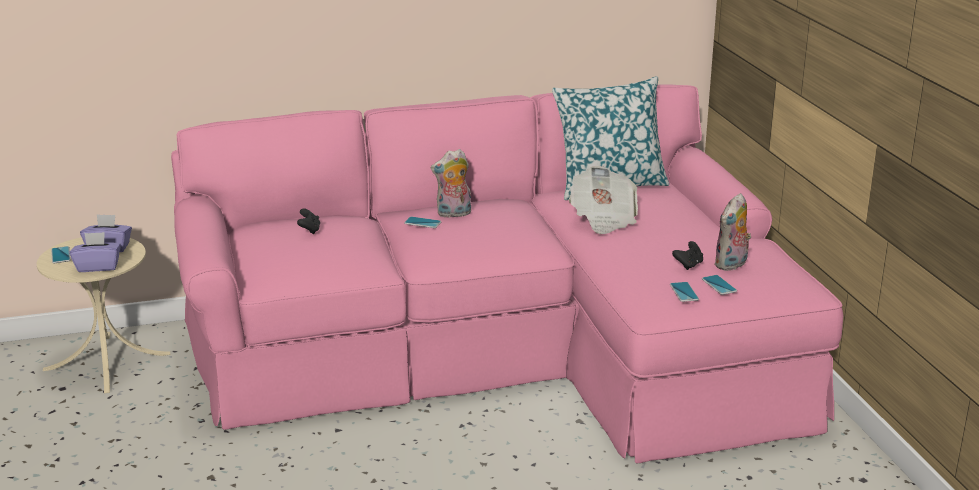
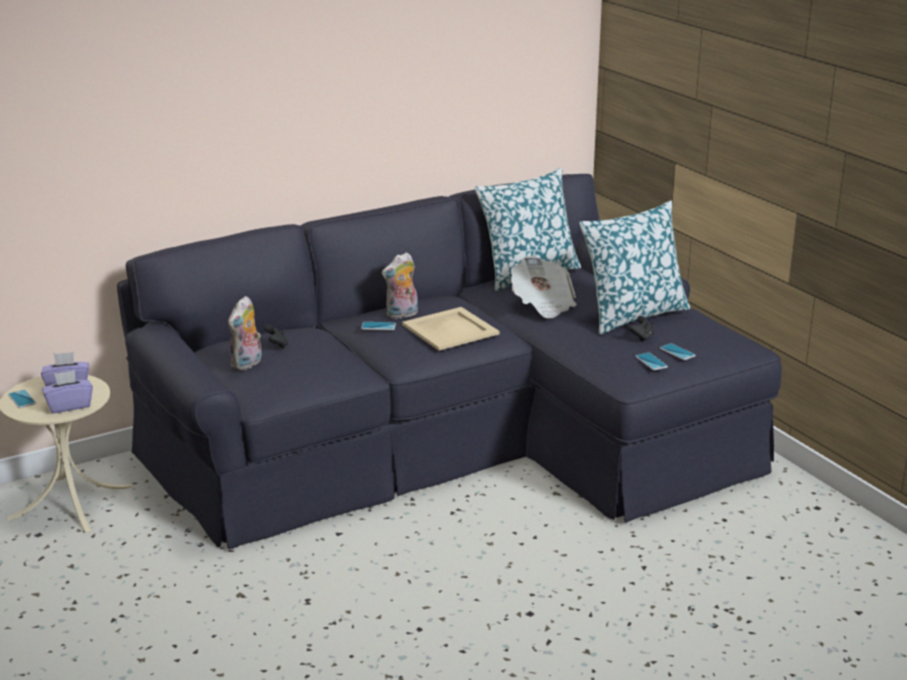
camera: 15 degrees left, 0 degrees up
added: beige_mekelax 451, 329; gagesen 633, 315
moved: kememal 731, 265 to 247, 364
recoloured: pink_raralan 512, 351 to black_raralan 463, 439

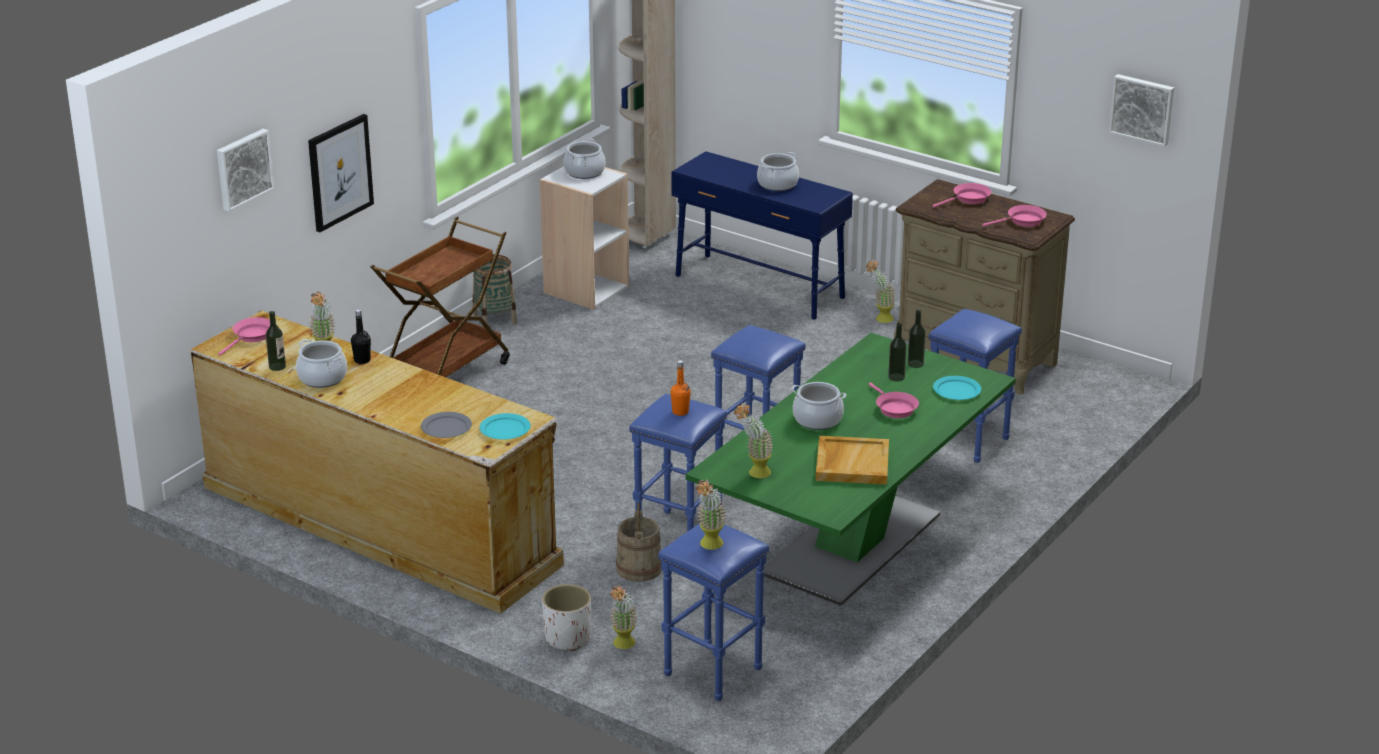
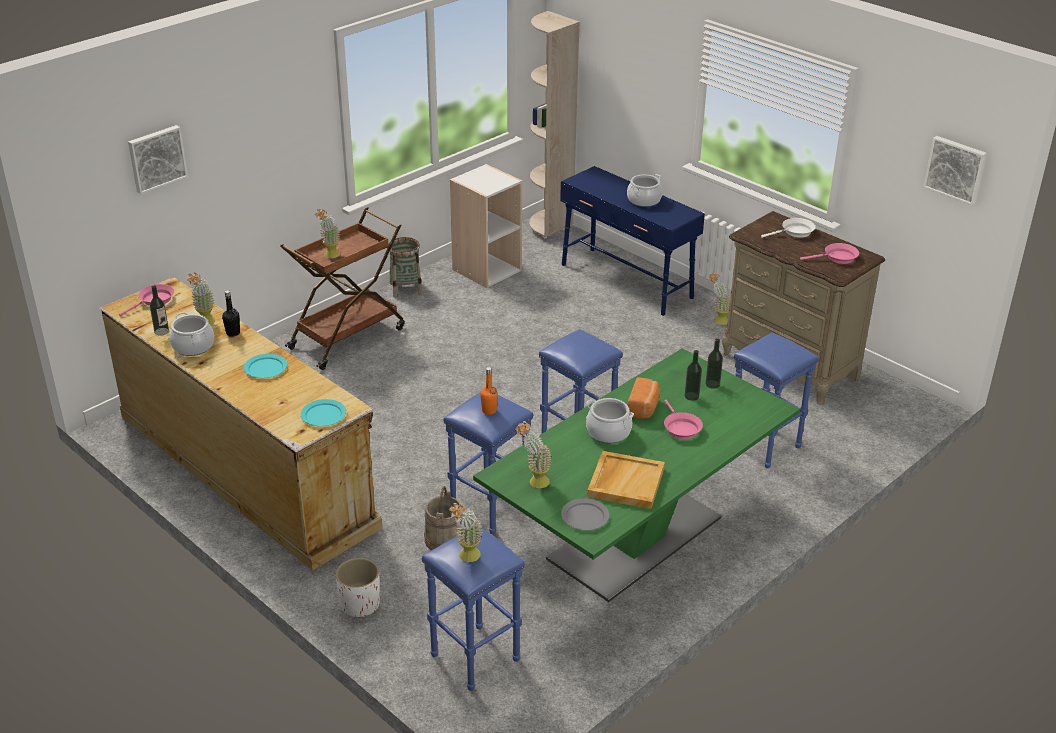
camera: 10 degrees right, 5 degrees up
removed: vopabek 339, 172; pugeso 584, 172
added: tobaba 644, 408
moved: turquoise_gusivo 956, 390 to 265, 368; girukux 623, 646 to 330, 256; grey_gusivo 446, 428 to 584, 517
recoloured: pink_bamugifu 968, 199 to white_bamugifu 795, 232

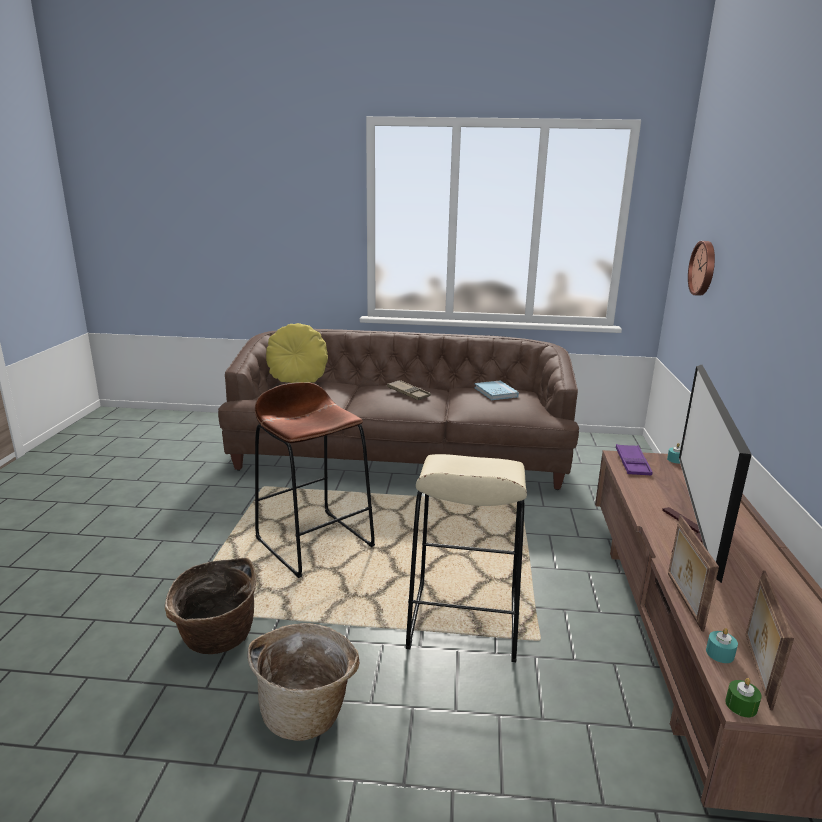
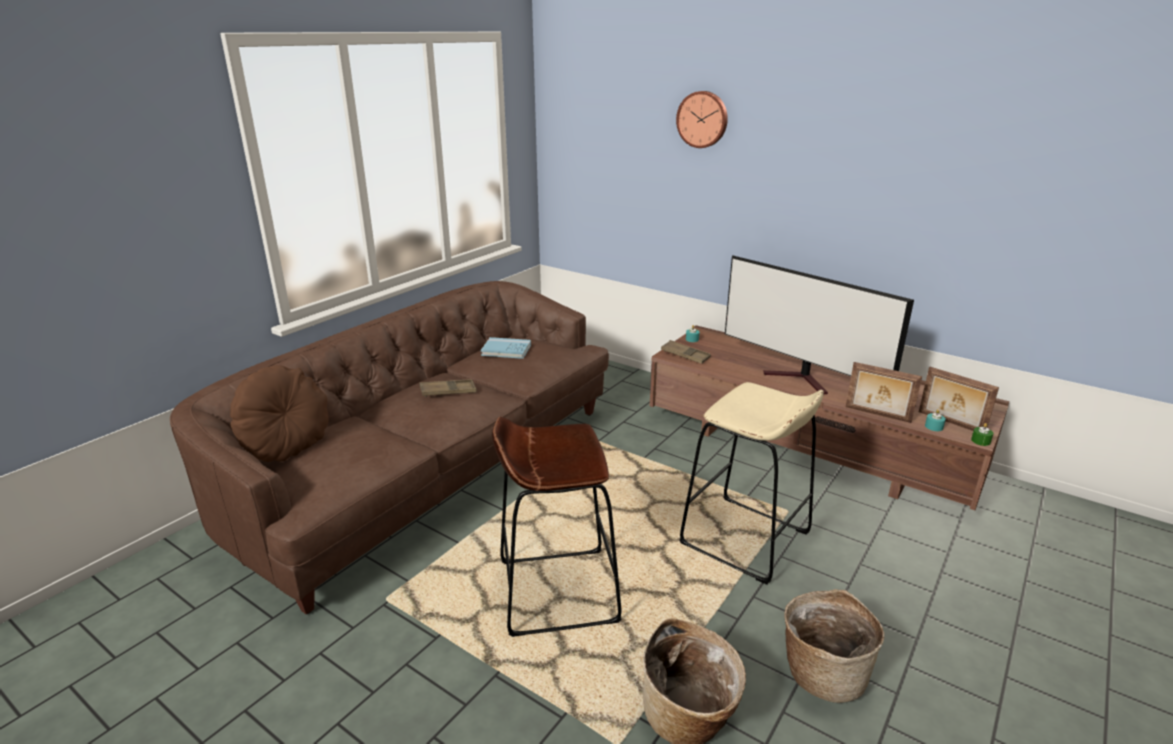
camera: 60 degrees left, 5 degrees up
moved: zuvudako 704, 268 to 703, 119
recoloured: yellow_gagesen 298, 381 to brown_gagesen 288, 449; purple_mekelax 632, 463 to brown_mekelax 685, 355

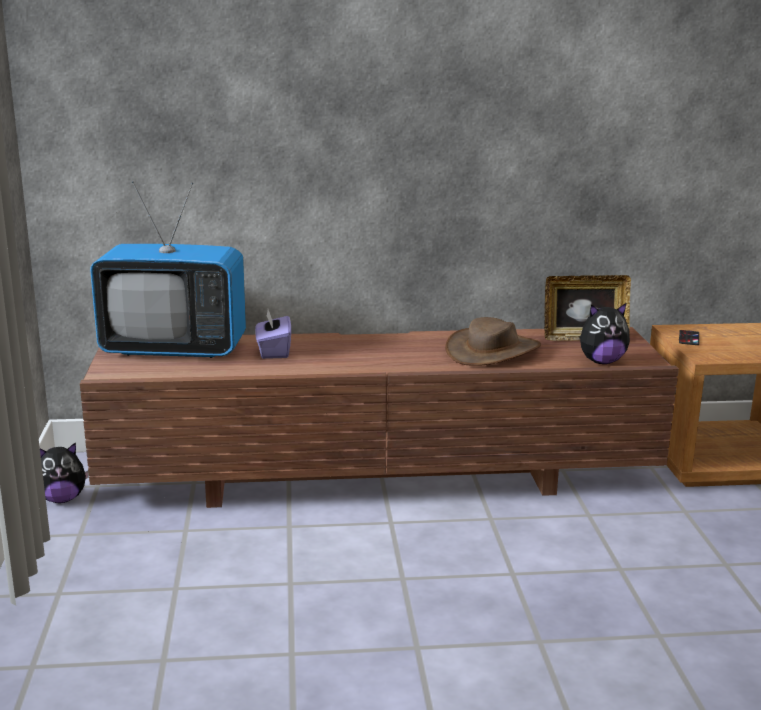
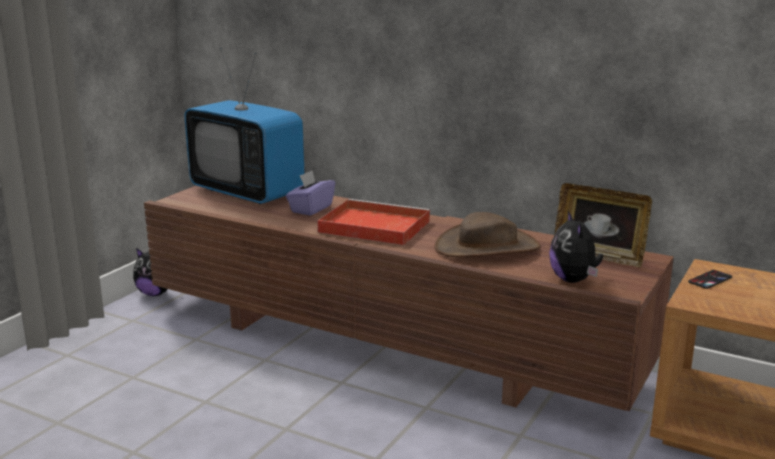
camera: 35 degrees right, 0 degrees up
added: red_mekelax 372, 226
turned: kememal 601, 361 = 574, 280 60 degrees clockwise

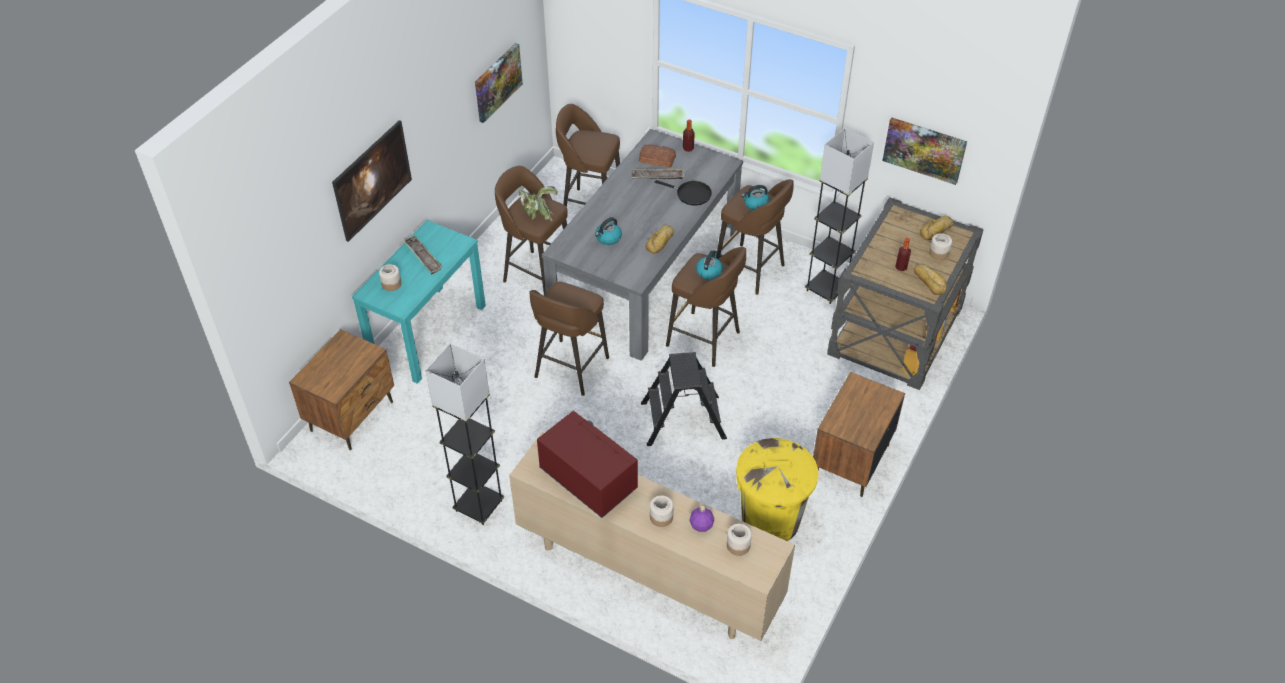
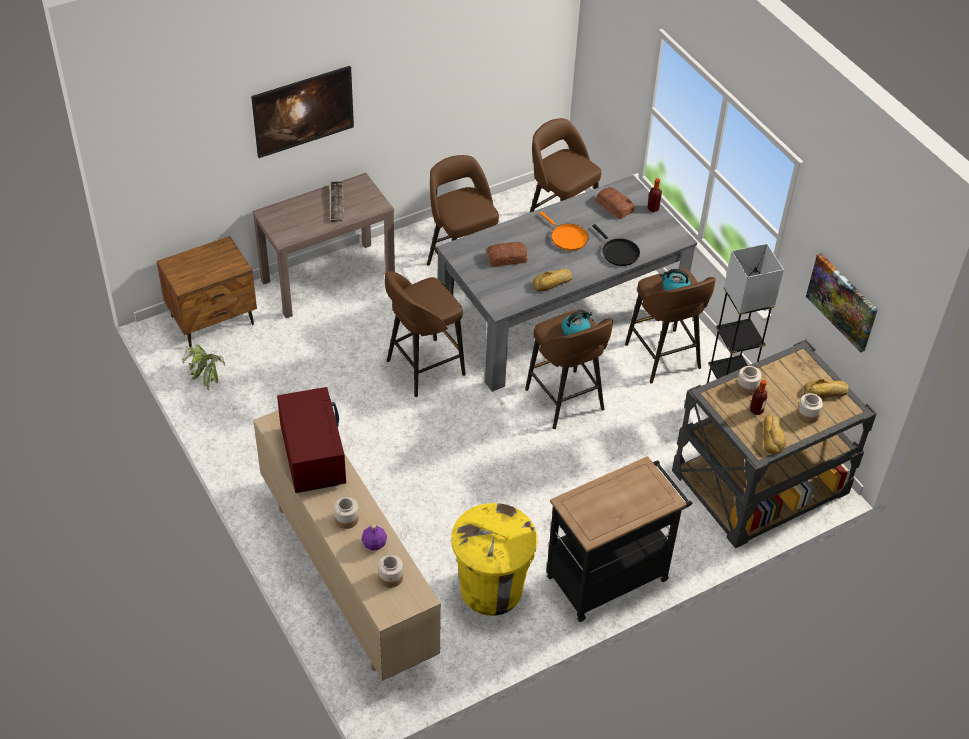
camera: 30 degrees right, 0 degrees up
removed: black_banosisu 479, 506; vopabek 497, 82; mekelax 657, 176; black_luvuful 683, 420
added: orange_bamugifu 567, 237
moved: girukux 537, 214 to 207, 376; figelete 391, 284 to 746, 387
replaced: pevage 608, 238 to tobaba 507, 258; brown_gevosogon 850, 461 to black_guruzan 610, 577
recoloured: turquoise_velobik 428, 332 to brown_velobik 328, 279

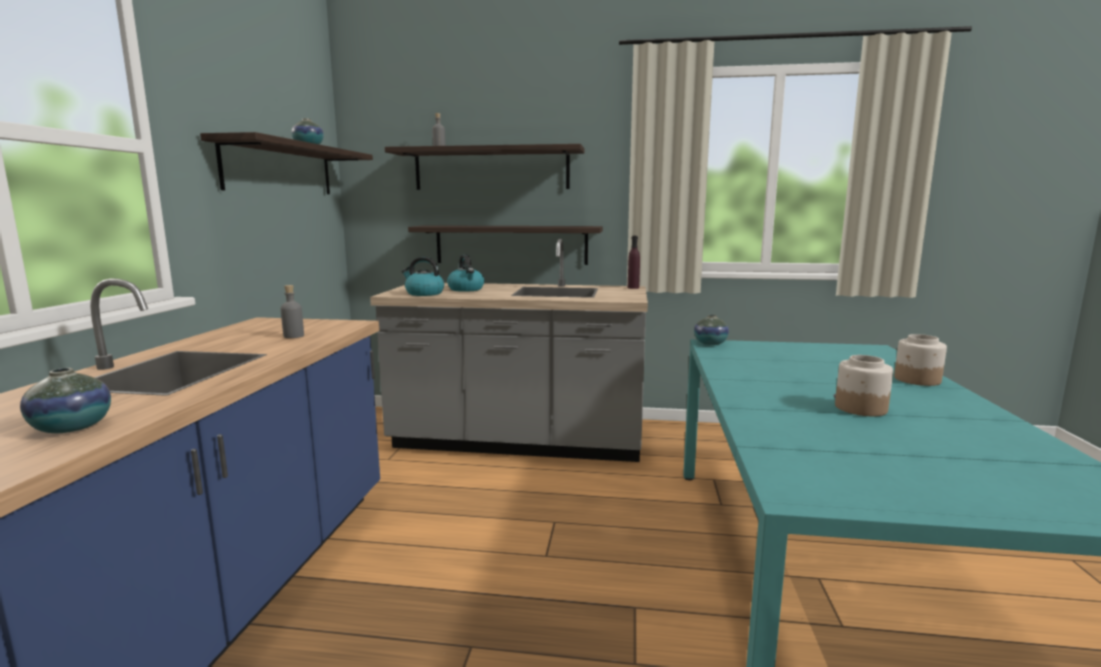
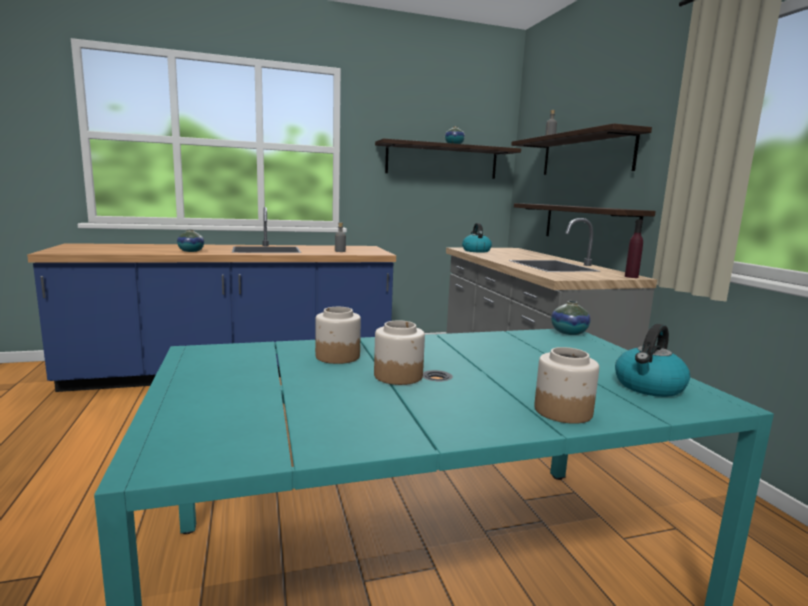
camera: 65 degrees right, 0 degrees up
added: figelete 337, 356
moved: pevage 466, 289 to 649, 387

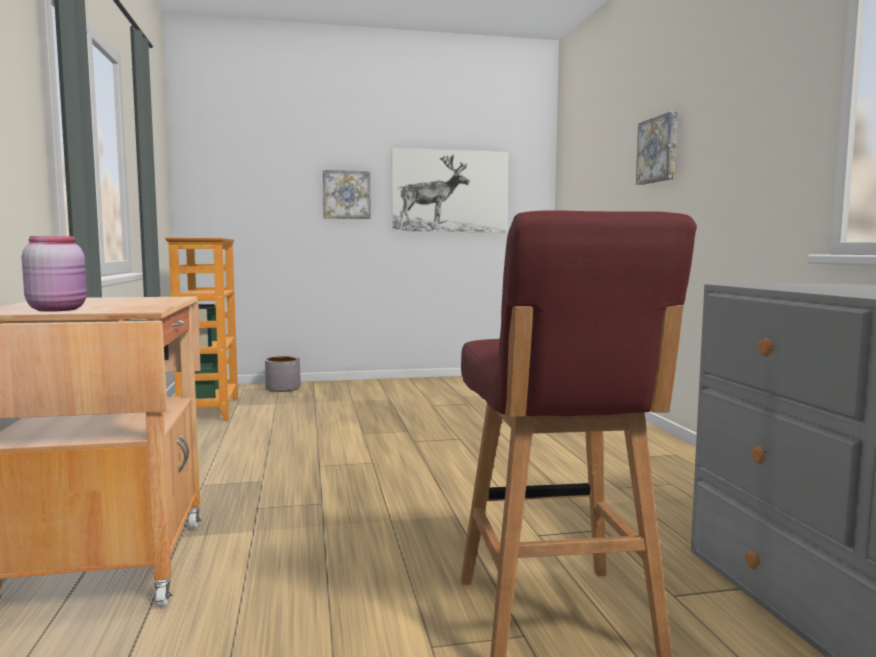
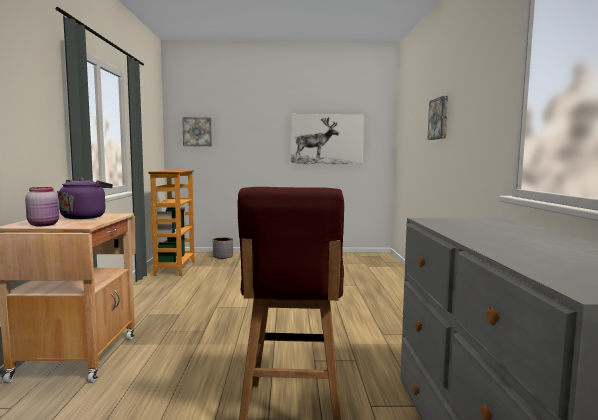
camera: 10 degrees right, 0 degrees up
added: purple_pevage 85, 217
moved: vopabek 346, 195 to 197, 132

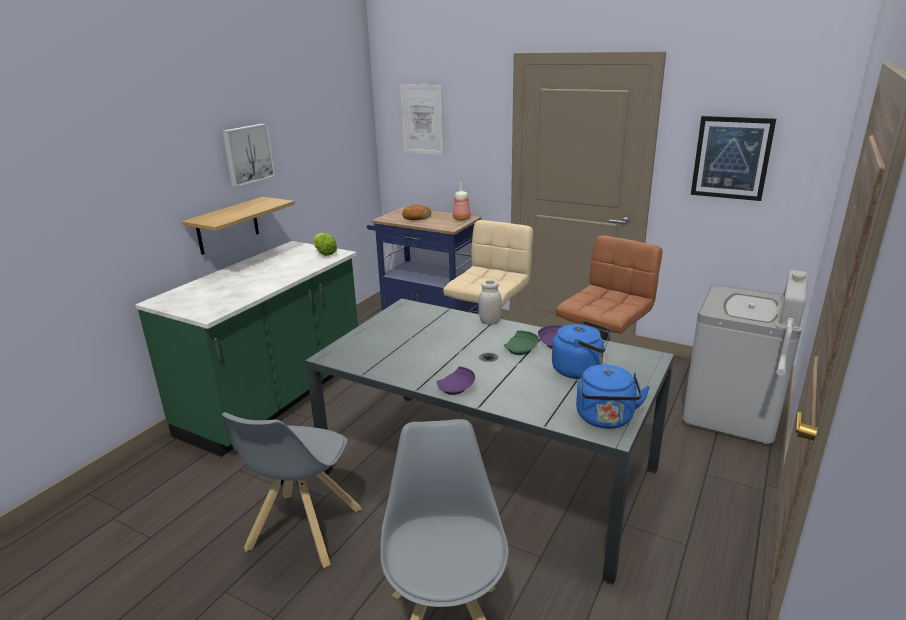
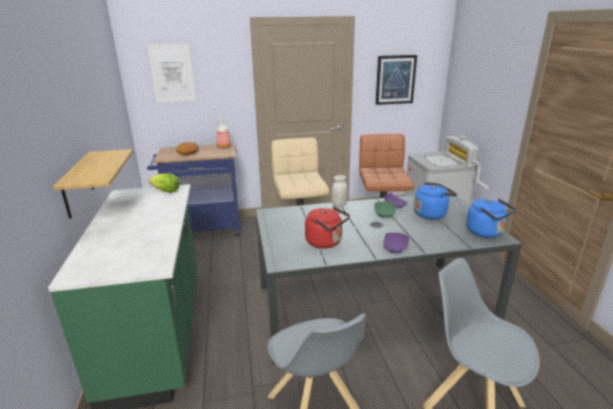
camera: 40 degrees left, 0 degrees up
removed: vopabek 247, 154
added: red_pevage 326, 242

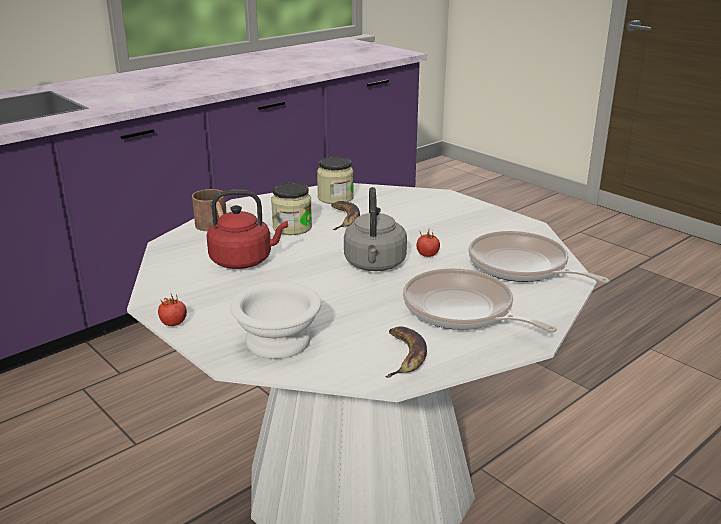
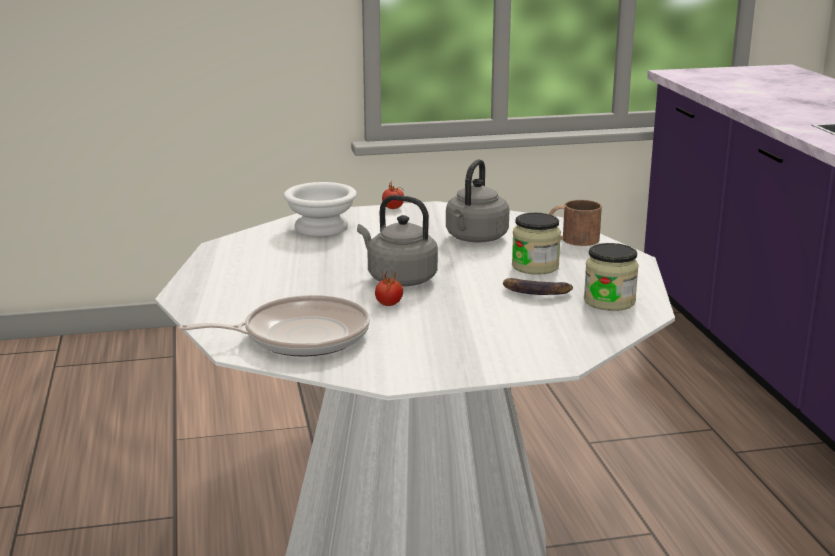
camera: 120 degrees right, 5 degrees down
removed: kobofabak 404, 355; bamugifu 462, 310
recoloured: red_pevage 244, 261 to grey_pevage 475, 239

